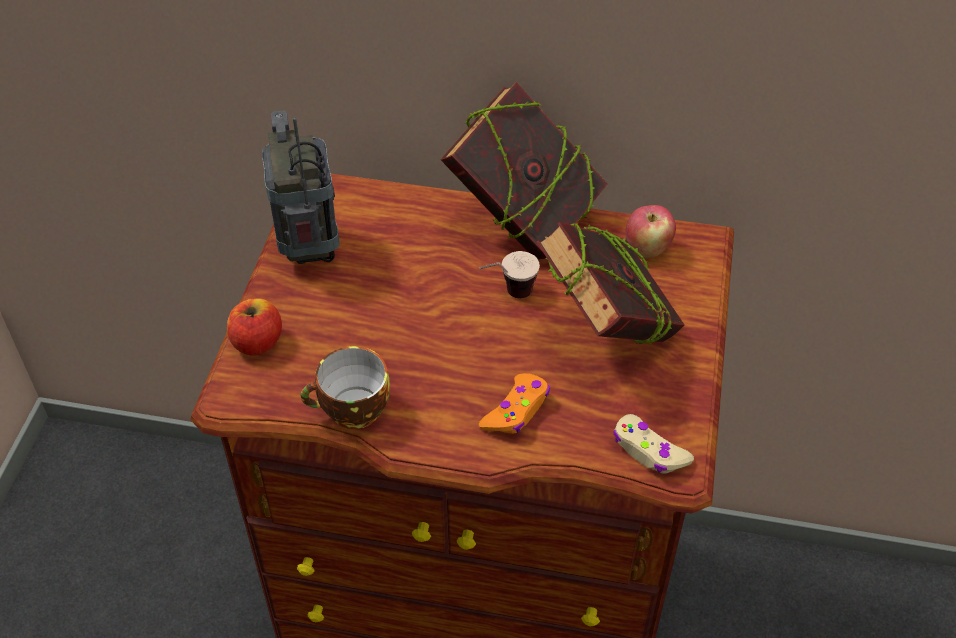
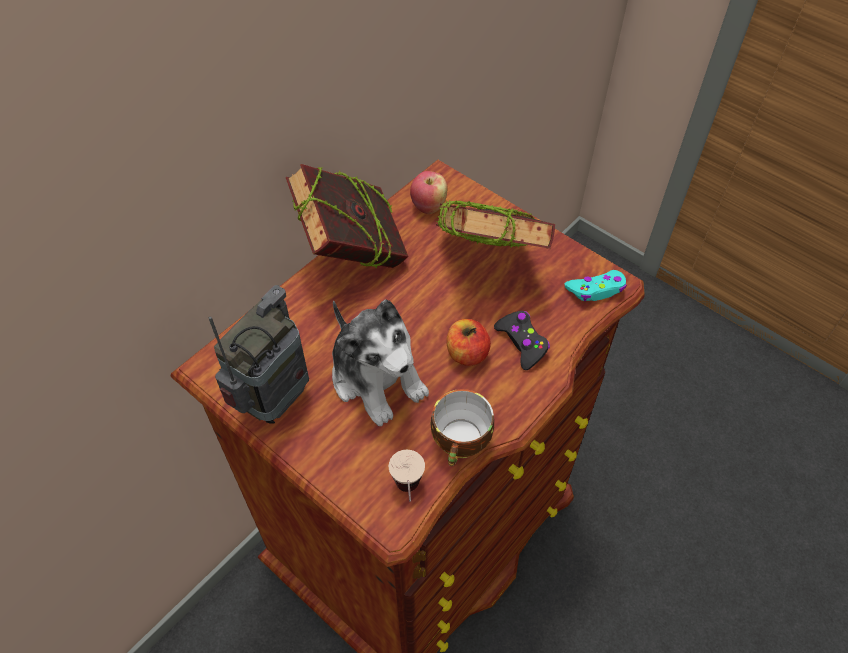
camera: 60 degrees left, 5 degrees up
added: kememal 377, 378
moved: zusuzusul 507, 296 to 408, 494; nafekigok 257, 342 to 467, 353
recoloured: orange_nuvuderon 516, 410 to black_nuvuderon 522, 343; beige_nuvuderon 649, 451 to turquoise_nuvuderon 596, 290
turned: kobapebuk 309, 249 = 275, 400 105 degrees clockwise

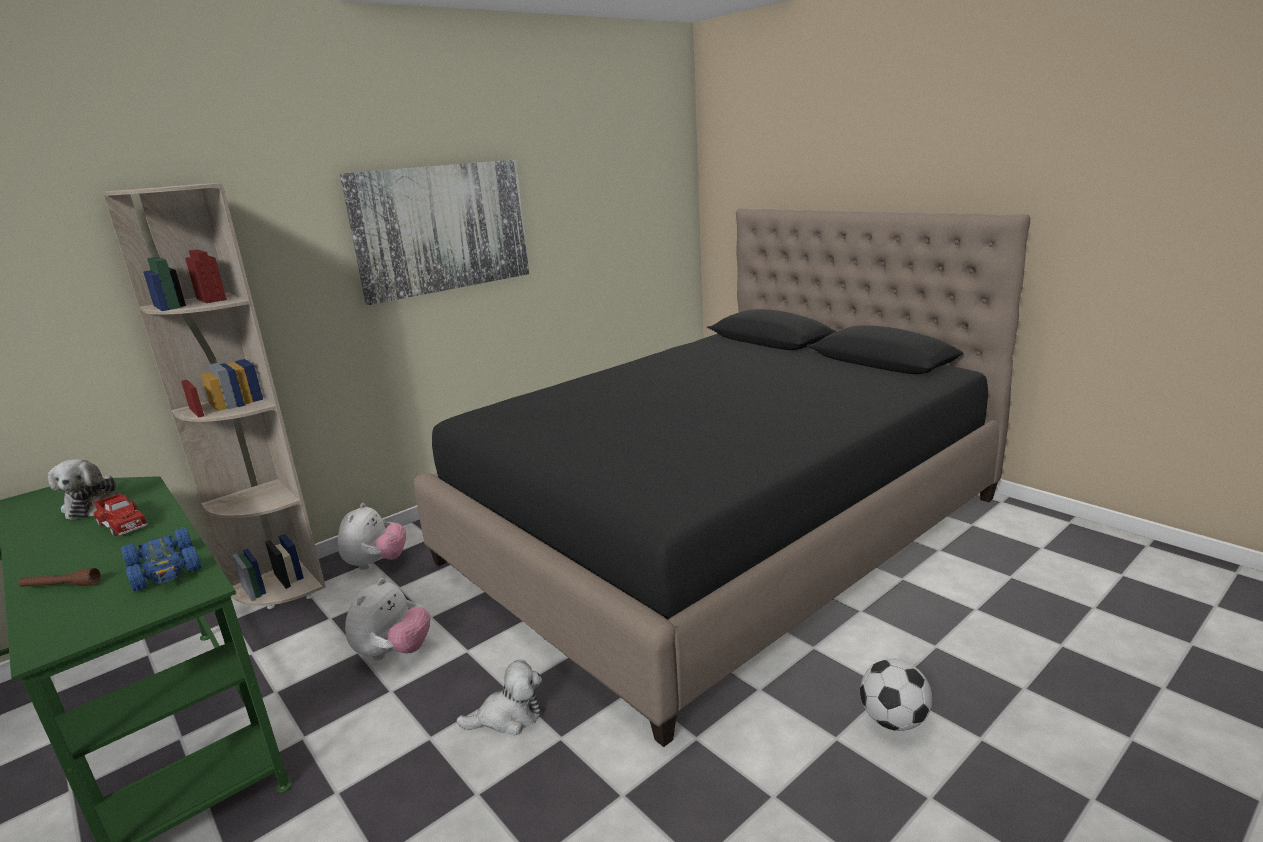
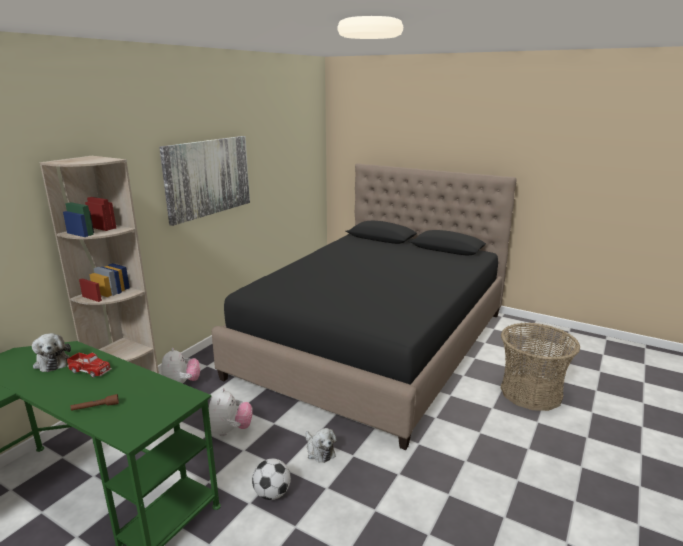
camera: 20 degrees left, 0 degrees up
removed: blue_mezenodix 165, 569
added: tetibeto 531, 393
moved: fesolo 894, 720 to 272, 493
turned: kememal 508, 717 = 319, 451 90 degrees clockwise

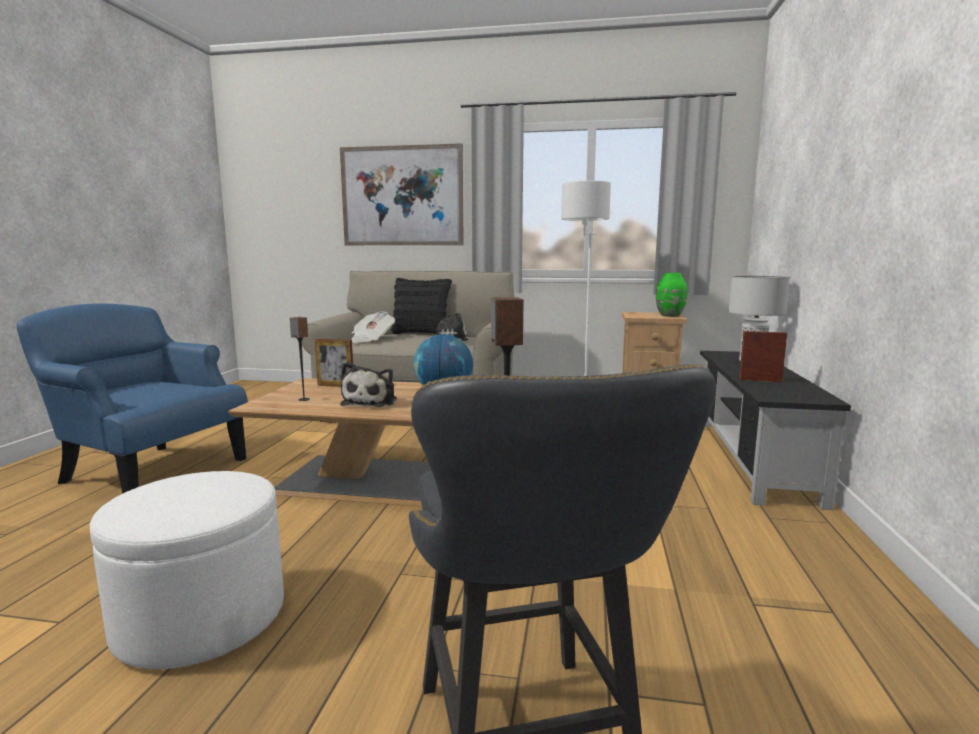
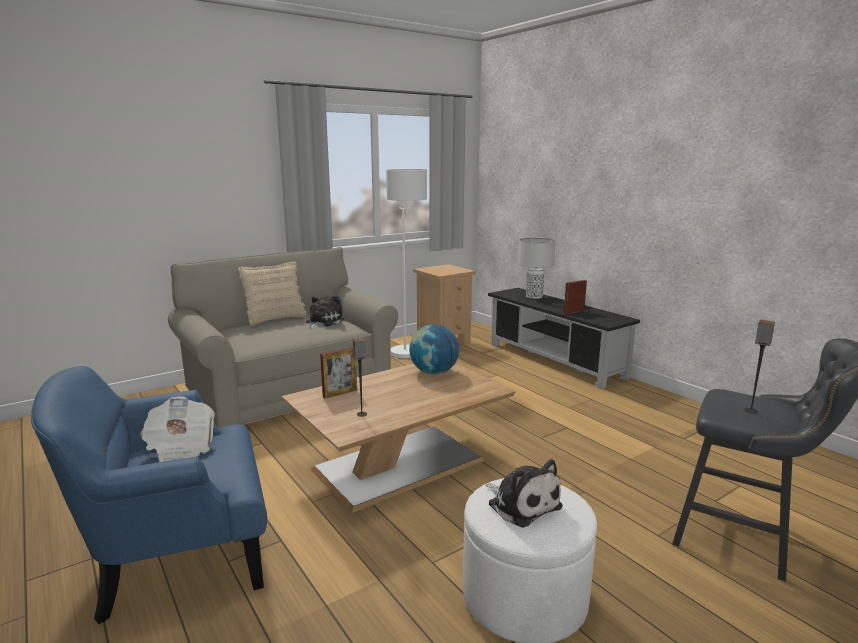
camera: 45 degrees left, 5 degrees up
removed: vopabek 402, 196; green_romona 670, 315
moved: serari 371, 339 to 180, 448; kememal 371, 402 to 522, 504
recoloured: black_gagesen 422, 333 to beige_gagesen 275, 319

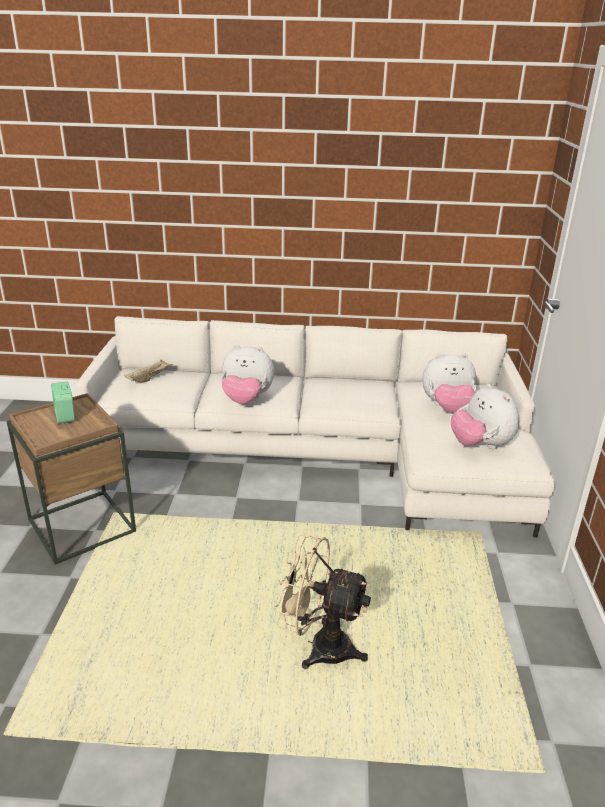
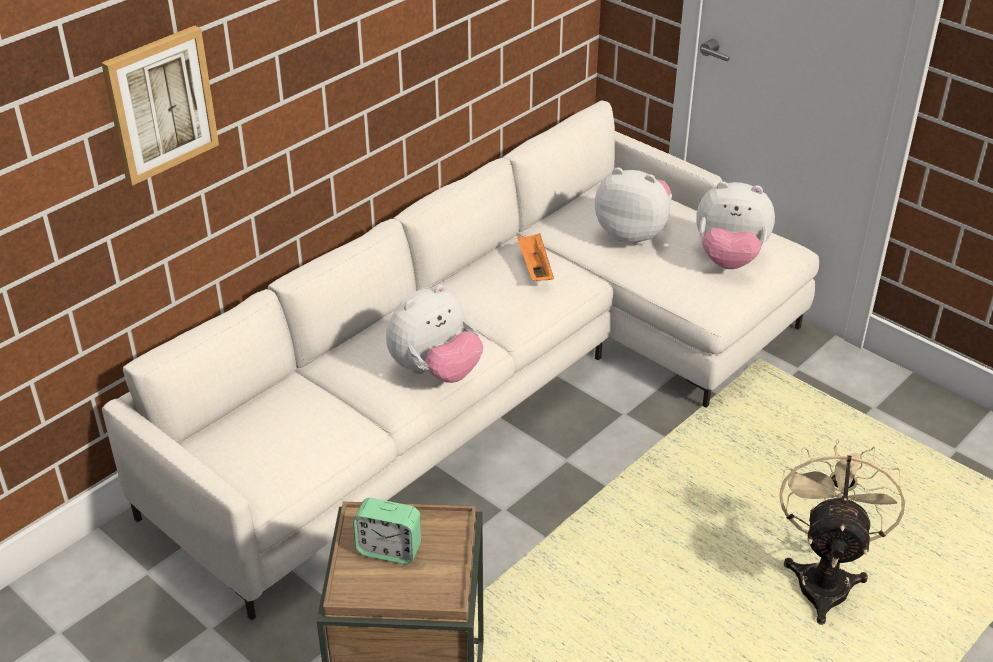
camera: 50 degrees left, 10 degrees up
removed: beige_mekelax 149, 378
added: vopabek 160, 104; orange_mekelax 534, 268
turned: kememal 447, 407 = 633, 233 105 degrees counterclockwise; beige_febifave 319, 646 = 824, 578 135 degrees clockwise

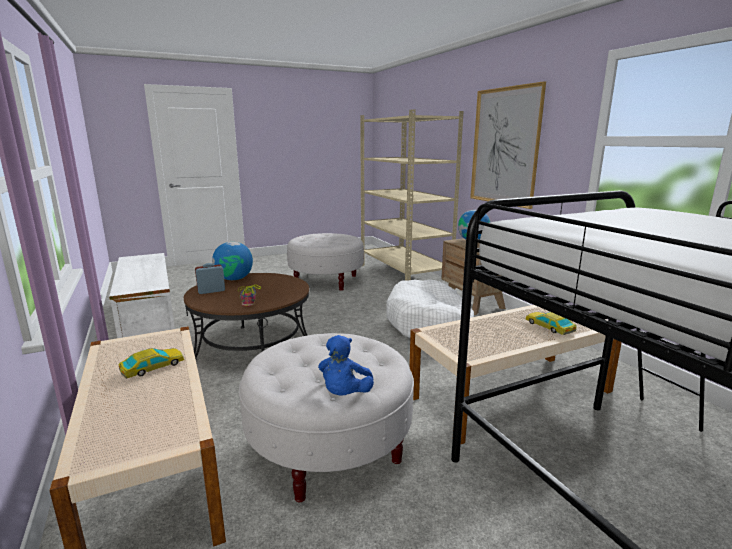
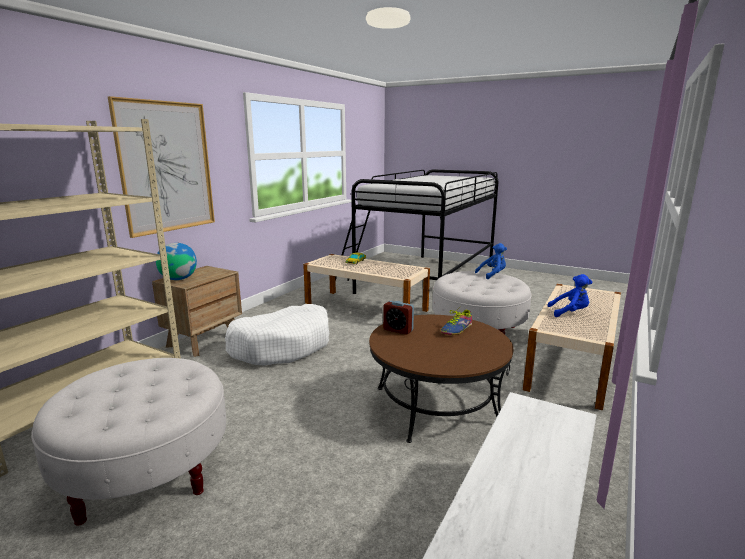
camera: 125 degrees left, 0 degrees up
removed: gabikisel 234, 279
moved: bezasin 211, 291 to 398, 330
replaced: mezenodix 153, 367 to blue_kememal 570, 313

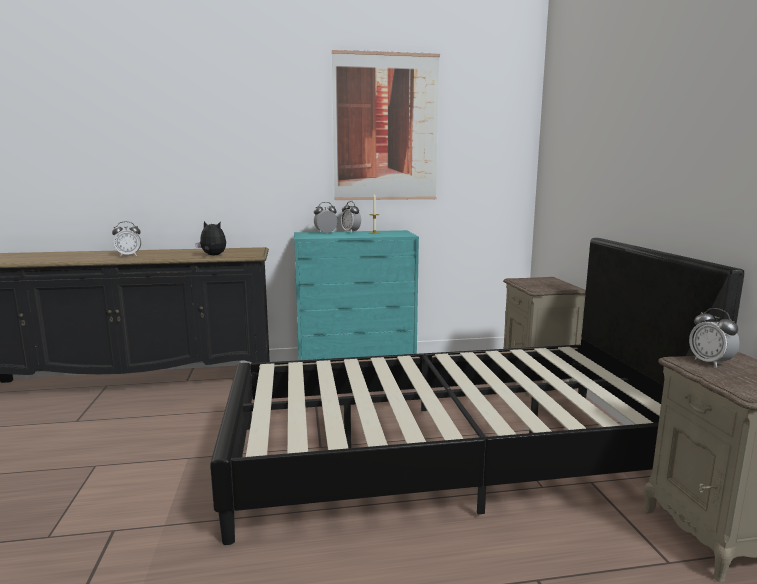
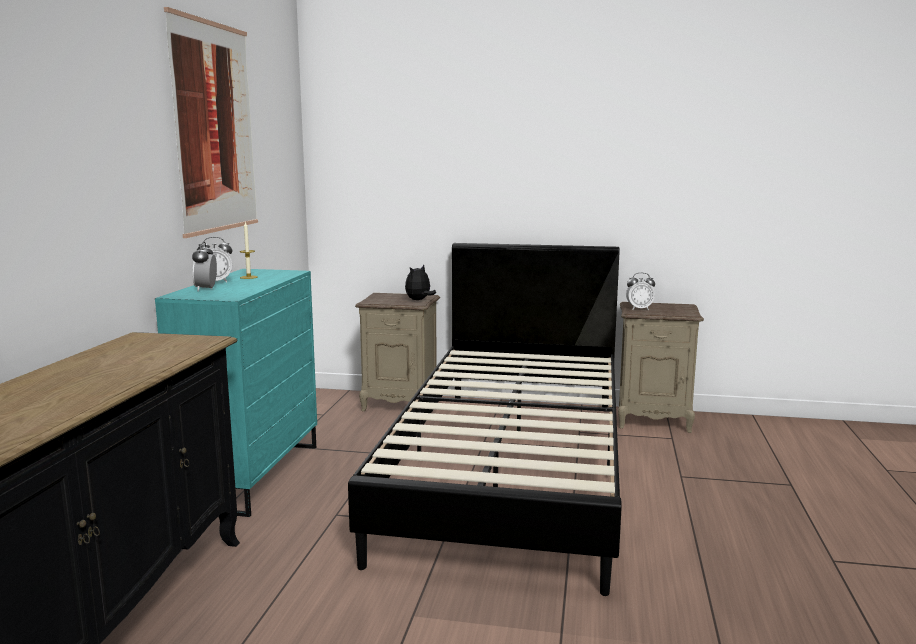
camera: 70 degrees left, 0 degrees up
removed: bezasin 129, 255
moved: kememal 212, 255 to 419, 300

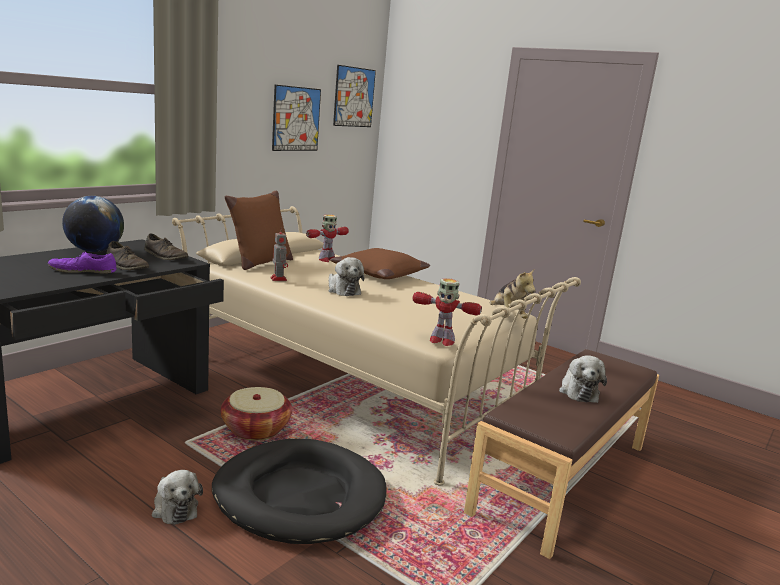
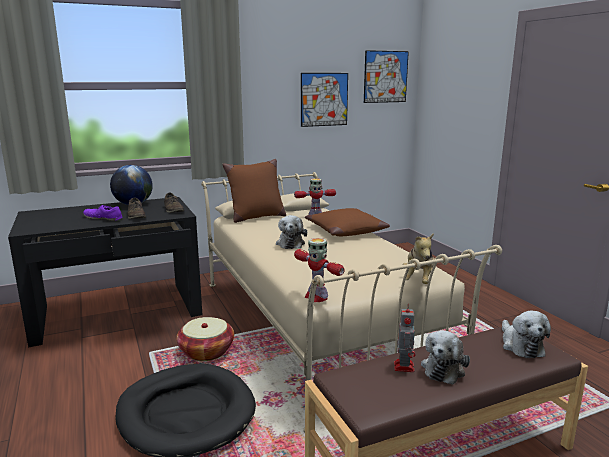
camera: 30 degrees right, 0 degrees up
moved: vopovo 278, 278 to 403, 366; kememal 174, 507 to 520, 345

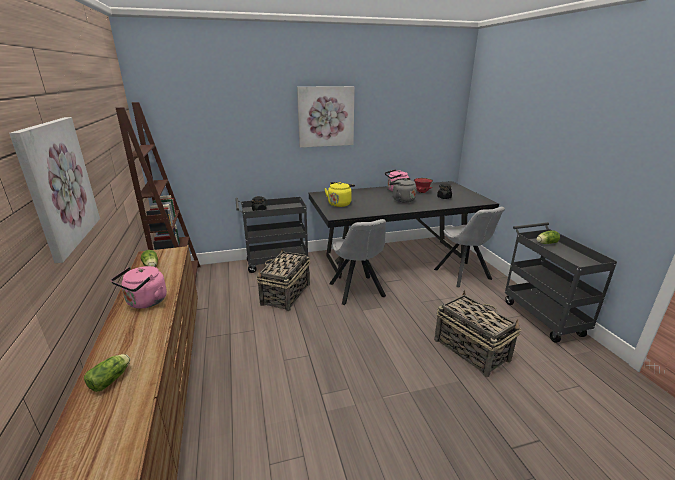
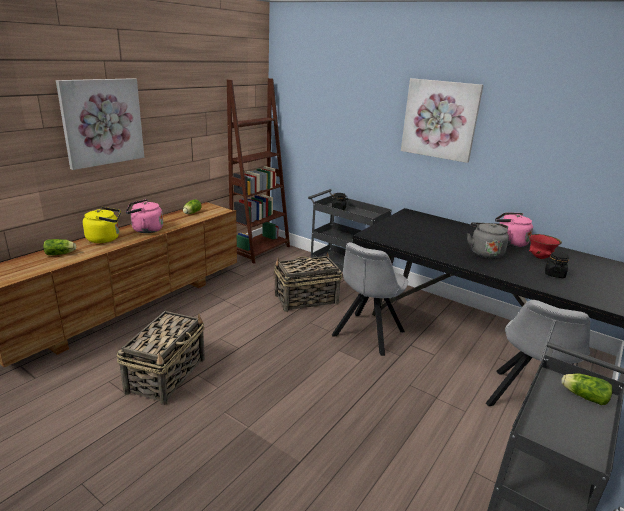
camera: 50 degrees right, 0 degrees up
moved: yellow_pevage 340, 203 to 105, 239; tetibeto 470, 349 to 167, 375

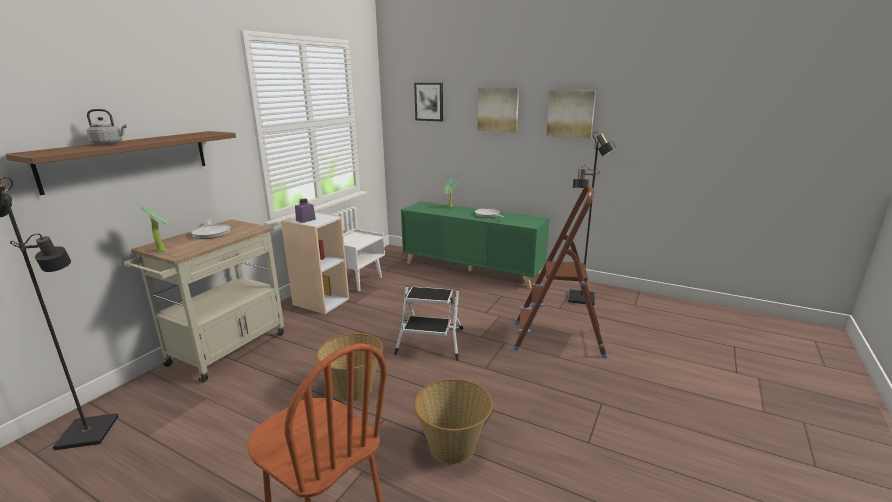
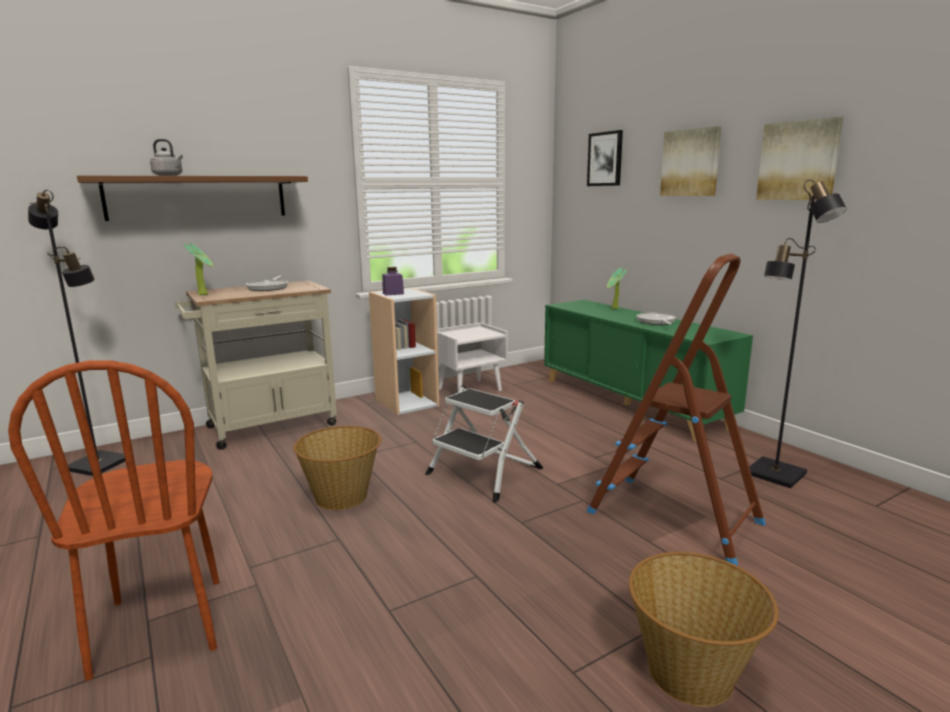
camera: 30 degrees right, 5 degrees down
moved: tetibeto 453, 446 to 692, 673

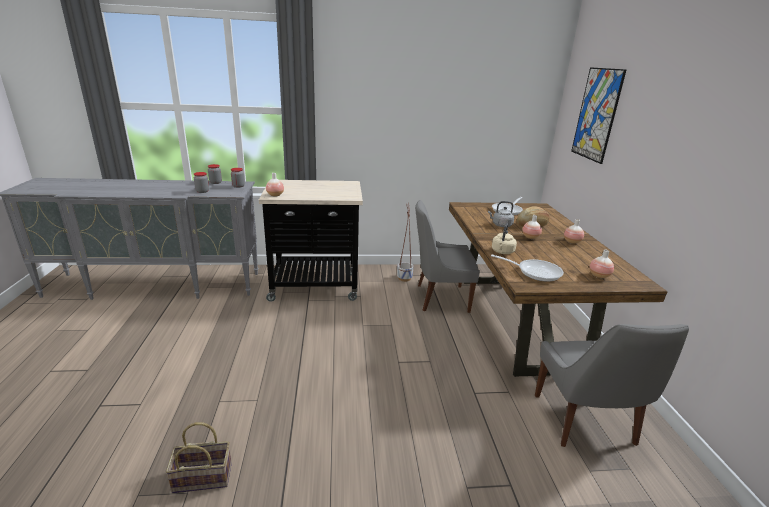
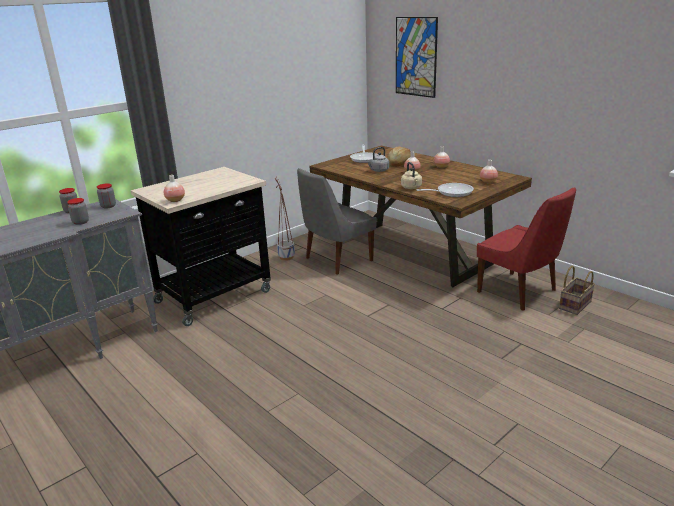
camera: 35 degrees left, 0 degrees up
moved: tetibeto 204, 476 to 574, 304
recoloured: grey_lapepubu 585, 422 to red_lapepubu 519, 292

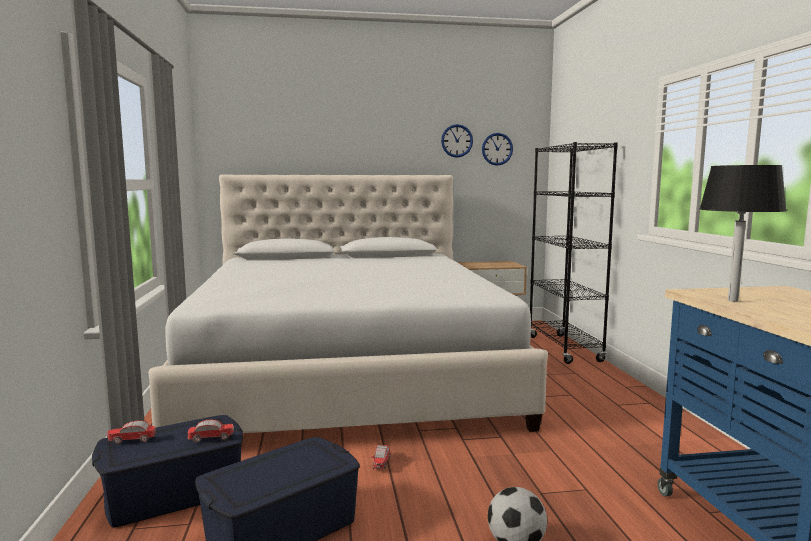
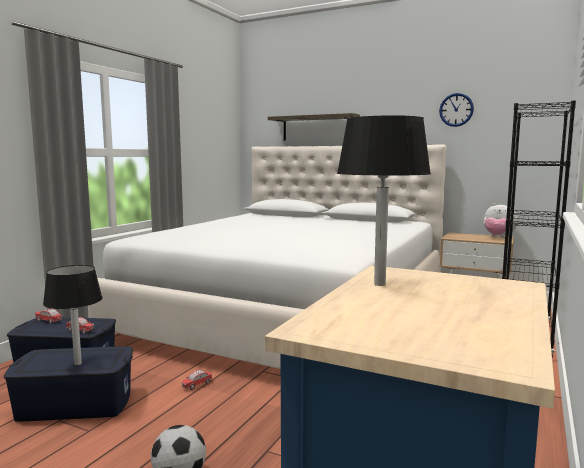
camera: 35 degrees right, 0 degrees up
removed: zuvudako 497, 149
added: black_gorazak 77, 364; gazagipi 316, 128; kememal 498, 237

